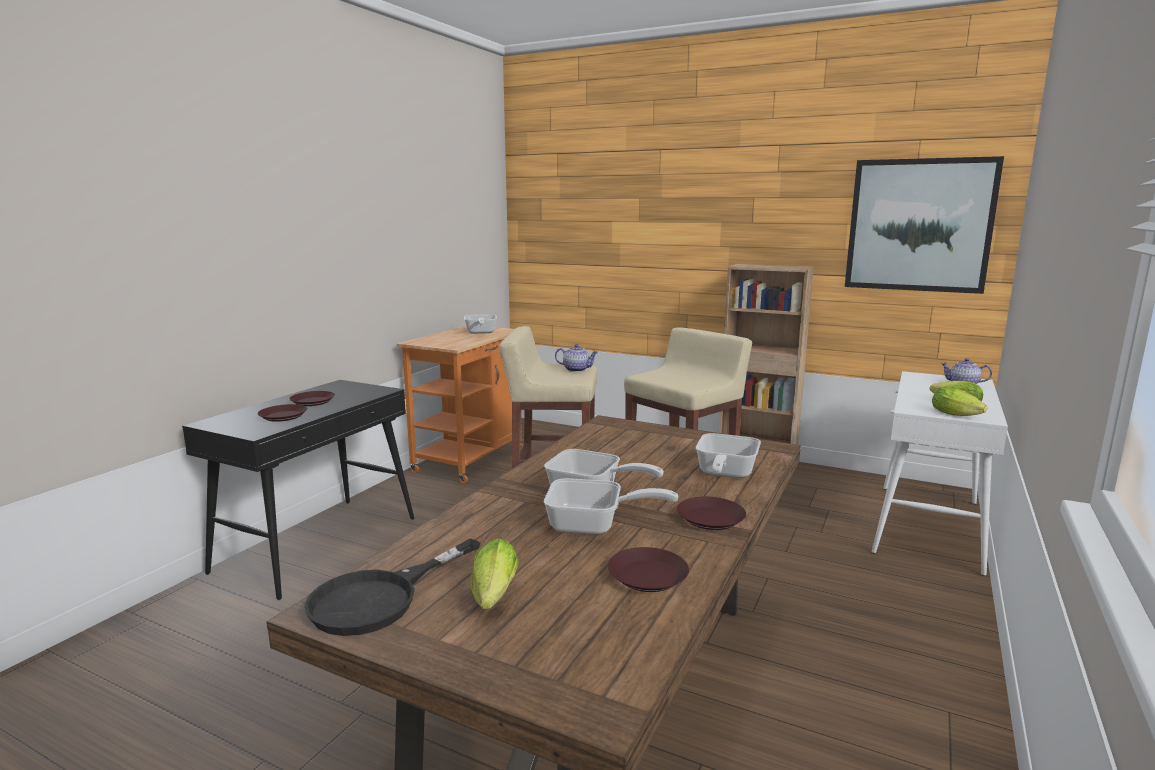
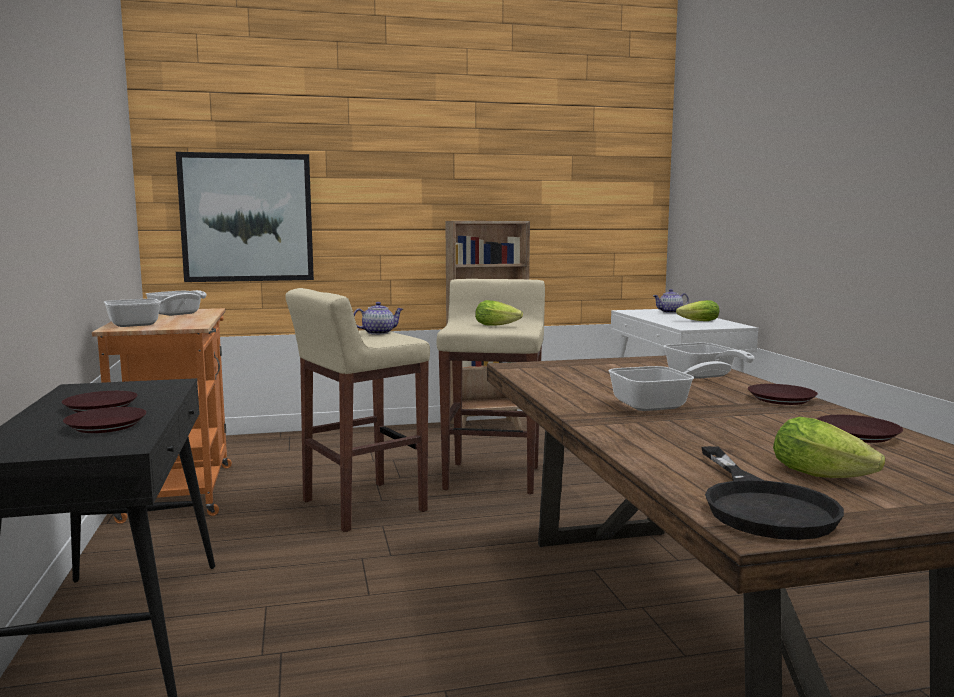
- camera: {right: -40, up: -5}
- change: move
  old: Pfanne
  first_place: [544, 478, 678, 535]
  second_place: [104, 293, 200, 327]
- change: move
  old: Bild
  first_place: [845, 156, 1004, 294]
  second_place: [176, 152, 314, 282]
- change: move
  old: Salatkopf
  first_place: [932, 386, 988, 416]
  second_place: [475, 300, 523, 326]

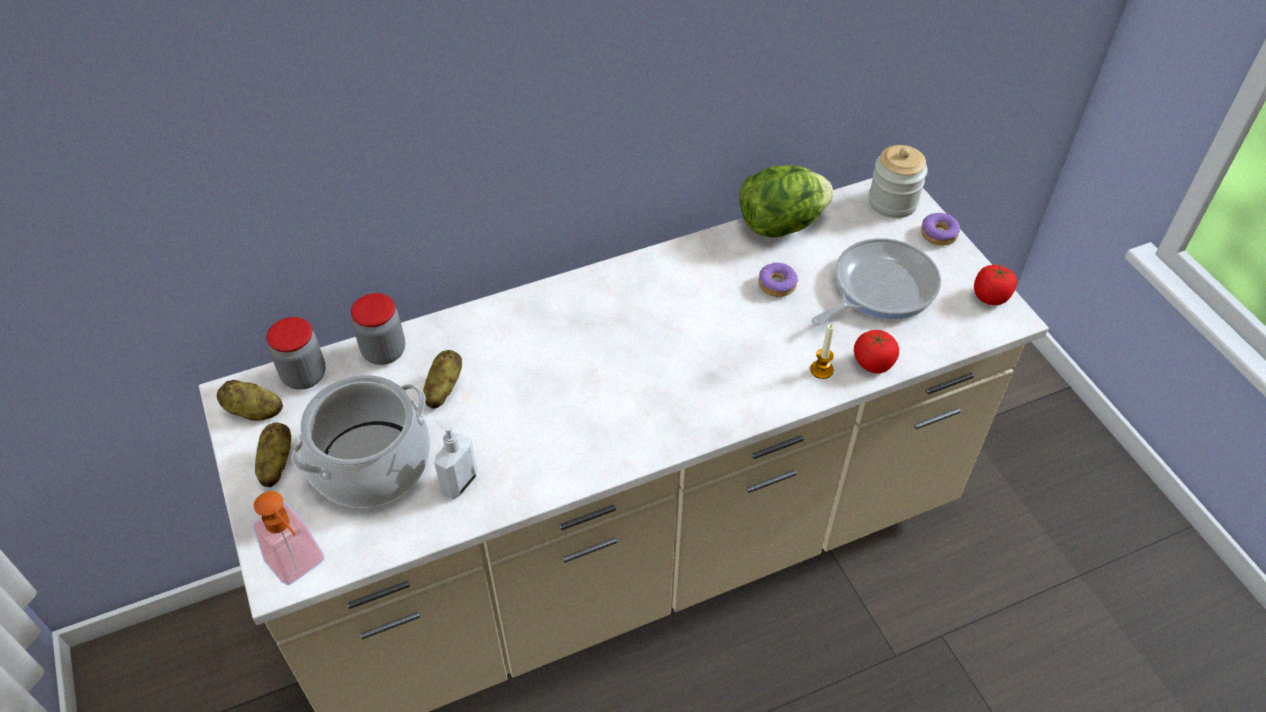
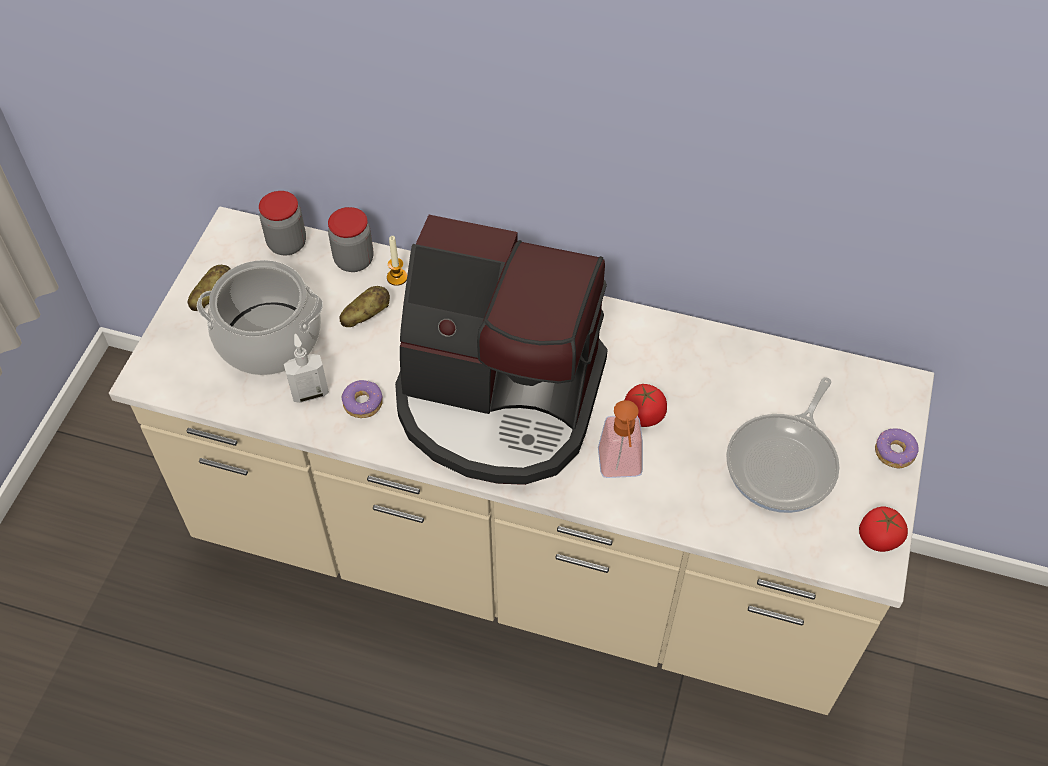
- camera: {right: 40, up: 5}
- change: delete
  old: Kartoffel
  first_place: [217, 380, 283, 421]
- change: move
  old: Seifenspender
  first_place: [253, 491, 325, 585]
  second_place: [598, 400, 643, 478]
- change: delete
  old: Salatkopf
  first_place: [740, 165, 833, 238]
- change: move
  old: Donut
  first_place: [758, 262, 798, 297]
  second_place: [342, 380, 383, 418]
- change: move
  old: Kerze
  first_place: [810, 324, 834, 379]
  second_place: [387, 236, 407, 286]
- change: rotate
  old: Pfanne
  first_place: [812, 238, 941, 325]
  second_place: [726, 377, 840, 513]
  degrees: 120
- change: move
  old: Tomate
  first_place: [854, 330, 899, 374]
  second_place: [625, 384, 667, 427]
- change: delete
  old: Vorratsglas
  first_place: [869, 145, 928, 218]
- change: insert
  new: Kaffeemaschine
  second_place: [395, 215, 608, 485]

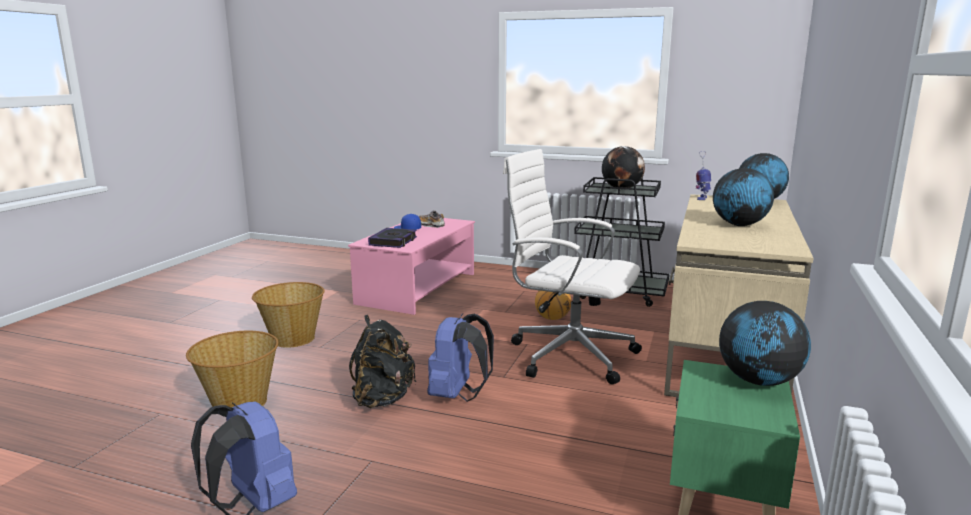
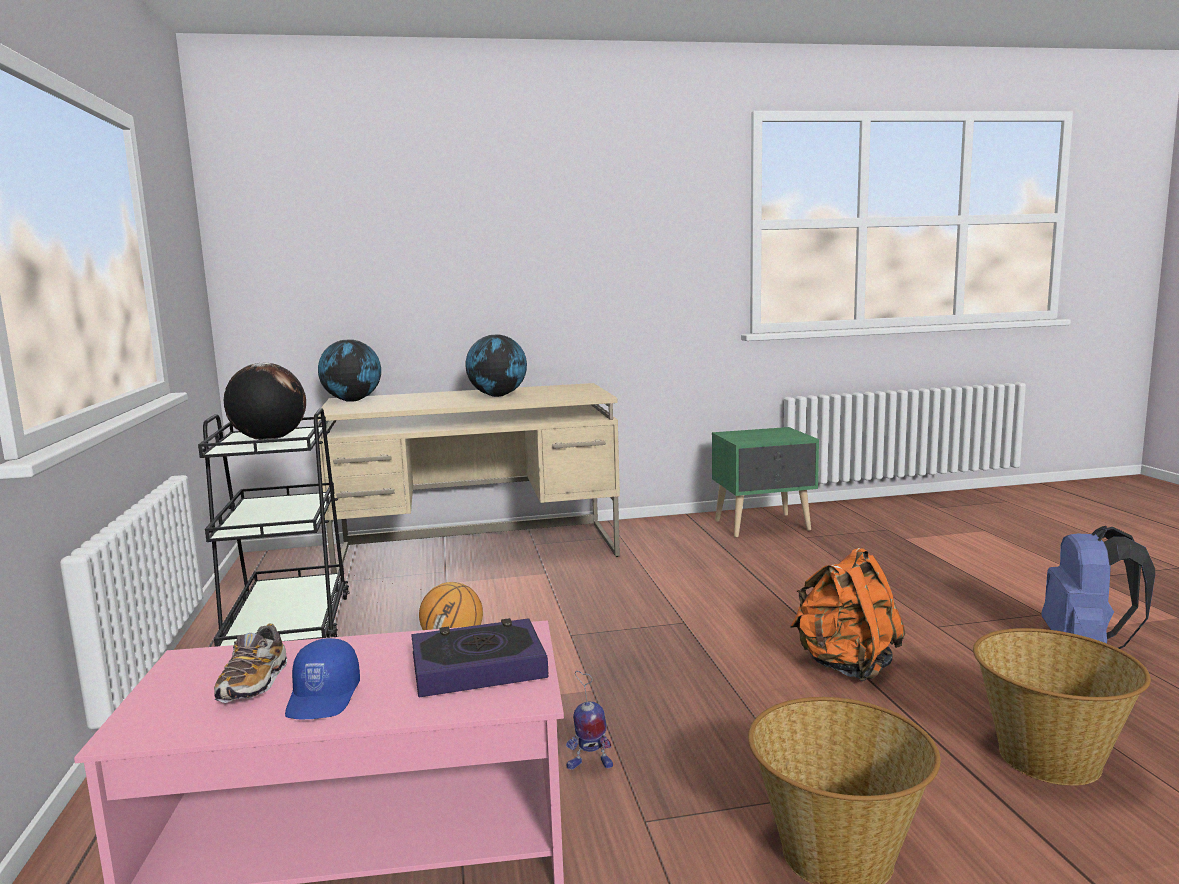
- camera: {right: -120, up: -5}
- change: recolor
  old: Rucksack (schwarz)
  new: Rucksack (orange)
  first_place: [349, 315, 416, 408]
  second_place: [790, 548, 906, 682]
- change: delete
  old: Rucksack (blau)
  first_place: [427, 314, 494, 402]
- change: delete
  old: Bürostuhl (weiß)
  first_place: [503, 149, 642, 385]
- change: move
  old: Spielzeugroboter
  first_place: [696, 151, 711, 200]
  second_place: [566, 671, 613, 770]
- change: delete
  old: Globus
  first_place: [719, 301, 811, 386]

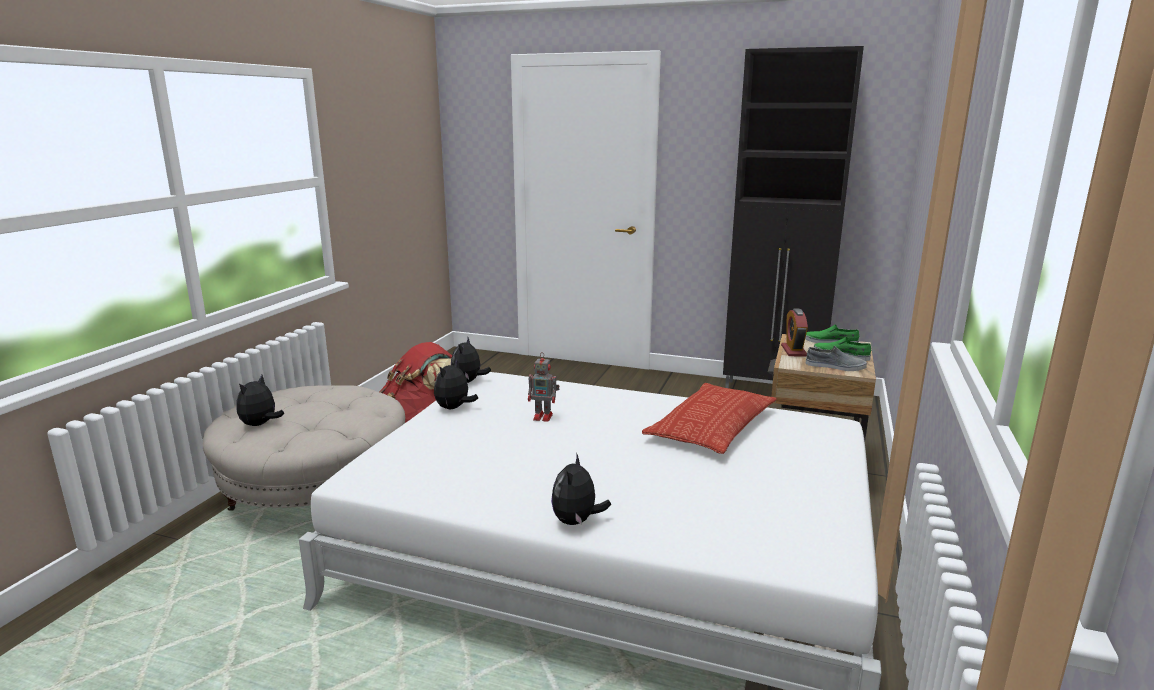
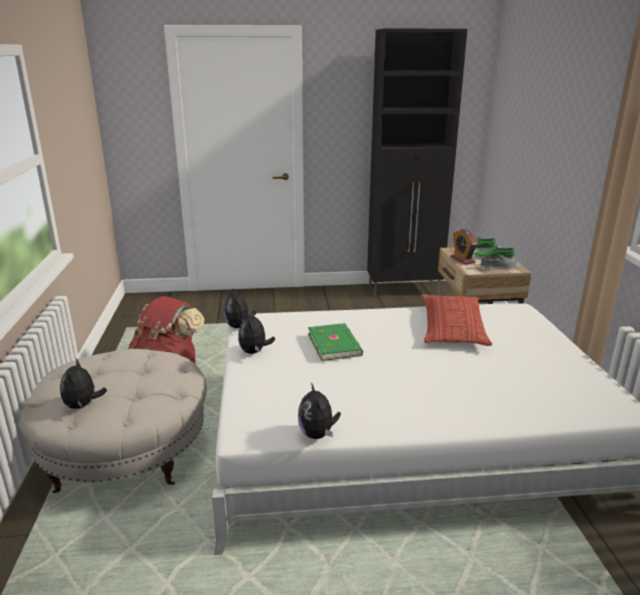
- camera: {right: -25, up: 5}
- change: replace
  old: Spielzeugroboter
  new: Buch (grün)
  first_place: [528, 352, 559, 422]
  second_place: [308, 323, 363, 361]
- change: move
  old: Plüschtier
  first_place: [551, 454, 611, 525]
  second_place: [298, 382, 341, 439]

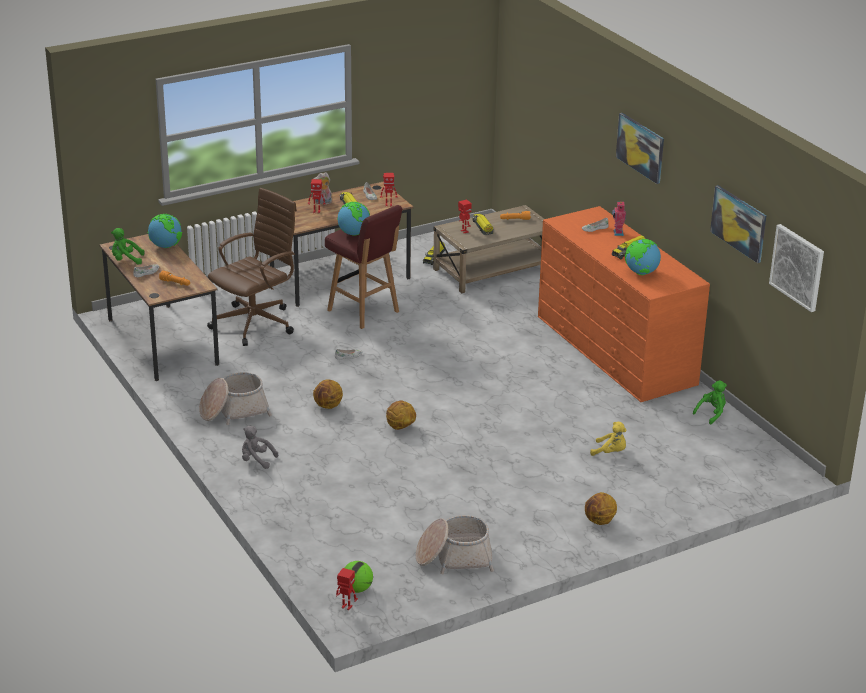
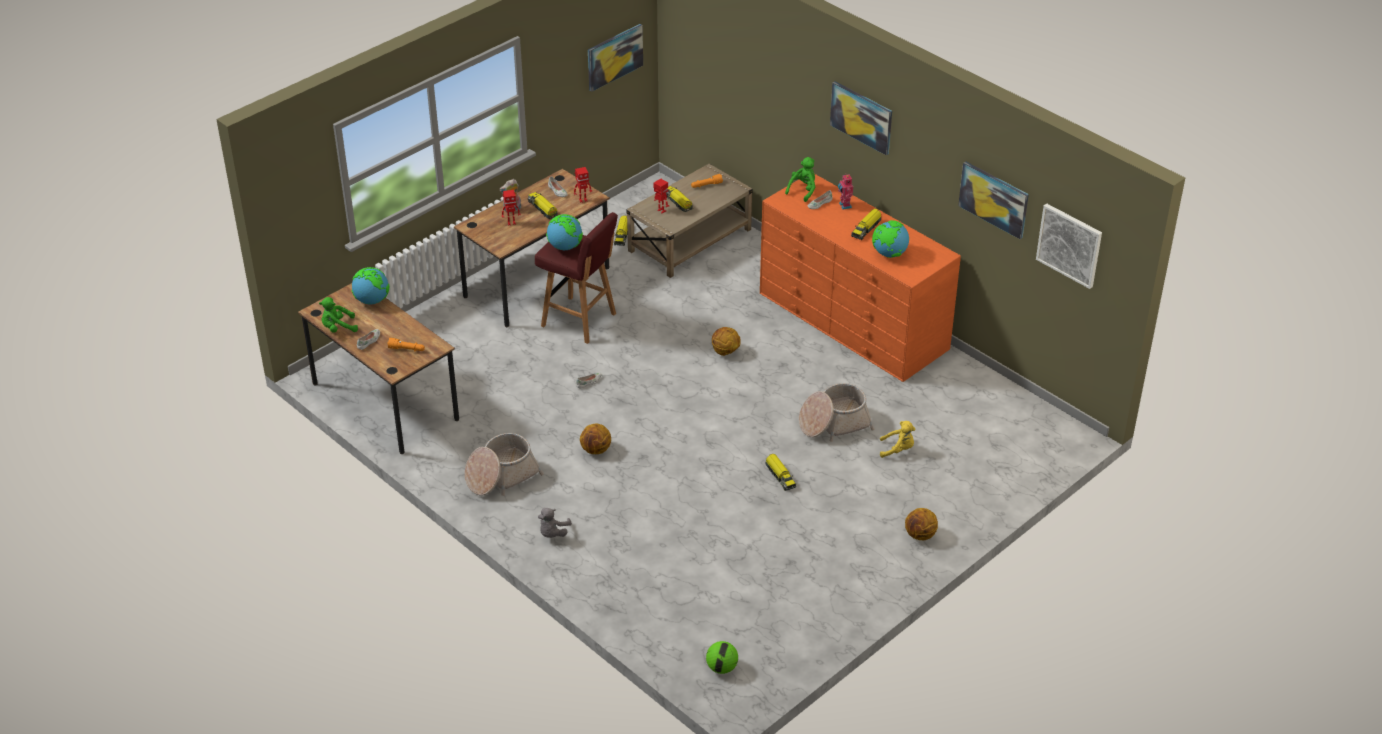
- camera: {right: -15, up: 10}
- change: delete
  old: Bürostuhl (braun)
  first_place: [207, 188, 297, 346]
- change: rotate
  old: Plüschtier (grau)
  first_place: [242, 426, 278, 469]
  second_place: [538, 508, 572, 538]
  degrees: -75
- change: delete
  old: Spielzeugroboter
  first_place: [336, 568, 358, 610]
- change: move
  old: Basketball
  first_place: [386, 401, 416, 430]
  second_place: [712, 327, 741, 356]
- change: move
  old: Korb
  first_place: [416, 515, 494, 574]
  second_place: [799, 383, 874, 442]
- change: move
  old: Plüschtier (grün)
  first_place: [693, 380, 727, 425]
  second_place: [785, 157, 815, 202]
- change: insert
  new: Bild
  second_place: [588, 24, 643, 92]
- change: insert
  new: Spielzeuglaster
  second_place: [766, 454, 796, 491]

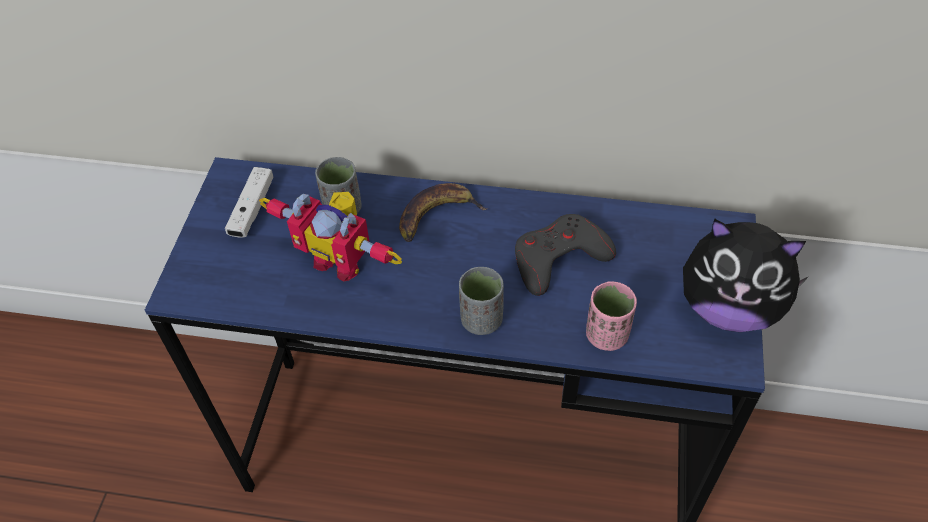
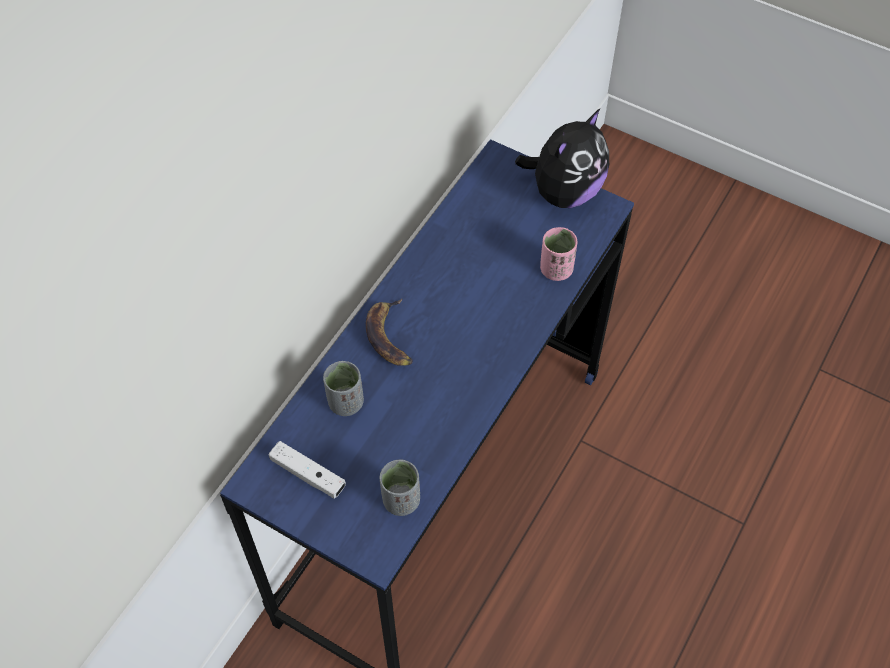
- camera: {right: -70, up: 5}
- change: delete
  old: Spielzeugroboter
  first_place: [259, 192, 402, 282]
- change: move
  old: Tasse (grau)
  first_place: [459, 267, 504, 335]
  second_place: [380, 459, 420, 516]
- change: delete
  old: Gamepad (grau)
  first_place: [515, 214, 616, 296]

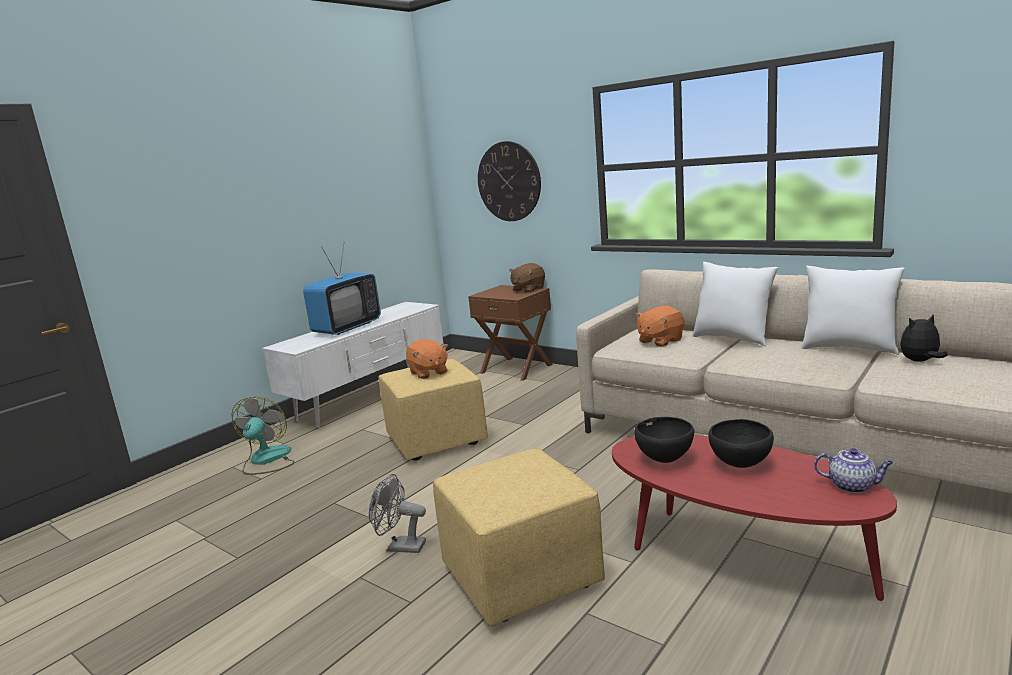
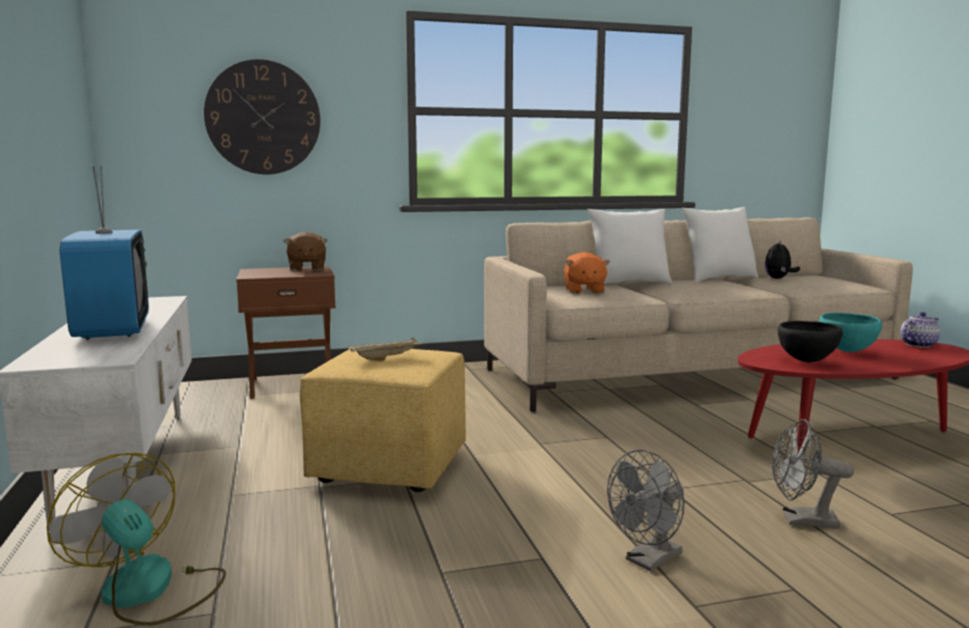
- camera: {right: -55, up: -5}
- change: replace
  old: Plüschtier (orange)
  new: Tablett (beige)
  first_place: [406, 339, 448, 379]
  second_place: [348, 337, 425, 361]
- change: replace
  old: Polsterhocker (gelb)
  new: Ventilator (grau)
  first_place: [433, 448, 605, 626]
  second_place: [772, 419, 854, 529]
- change: recolor
  old: Schüssel (schwarz)
  new: Schüssel (türkis)
  first_place: [708, 419, 774, 468]
  second_place: [819, 313, 882, 352]

